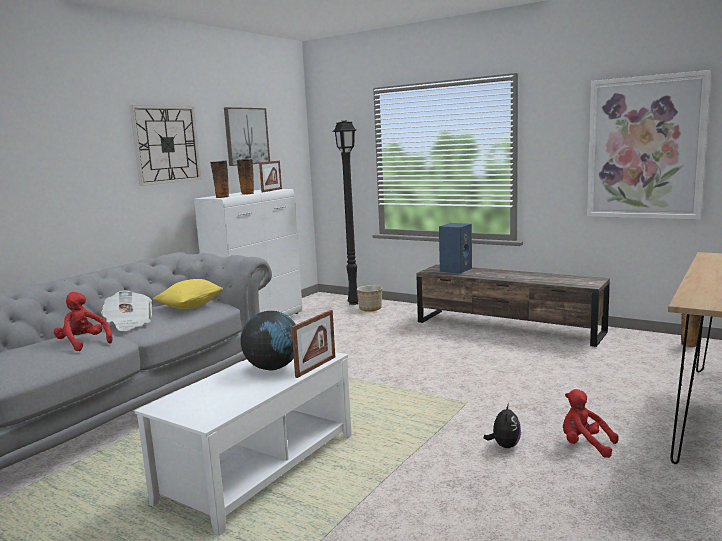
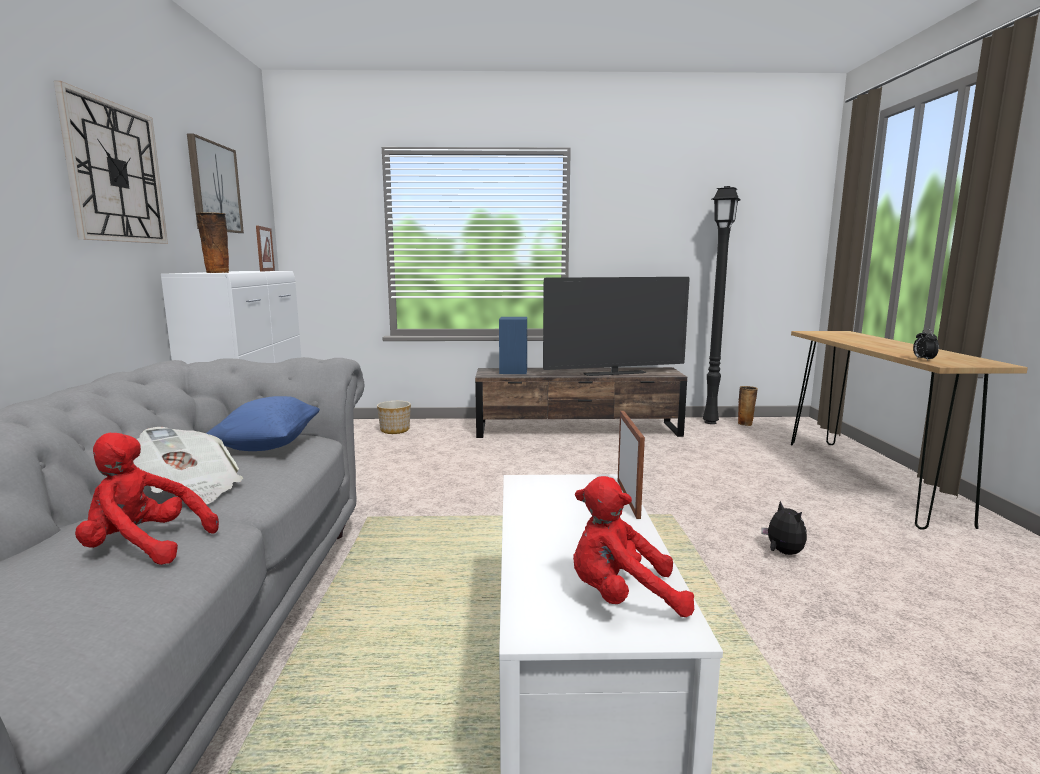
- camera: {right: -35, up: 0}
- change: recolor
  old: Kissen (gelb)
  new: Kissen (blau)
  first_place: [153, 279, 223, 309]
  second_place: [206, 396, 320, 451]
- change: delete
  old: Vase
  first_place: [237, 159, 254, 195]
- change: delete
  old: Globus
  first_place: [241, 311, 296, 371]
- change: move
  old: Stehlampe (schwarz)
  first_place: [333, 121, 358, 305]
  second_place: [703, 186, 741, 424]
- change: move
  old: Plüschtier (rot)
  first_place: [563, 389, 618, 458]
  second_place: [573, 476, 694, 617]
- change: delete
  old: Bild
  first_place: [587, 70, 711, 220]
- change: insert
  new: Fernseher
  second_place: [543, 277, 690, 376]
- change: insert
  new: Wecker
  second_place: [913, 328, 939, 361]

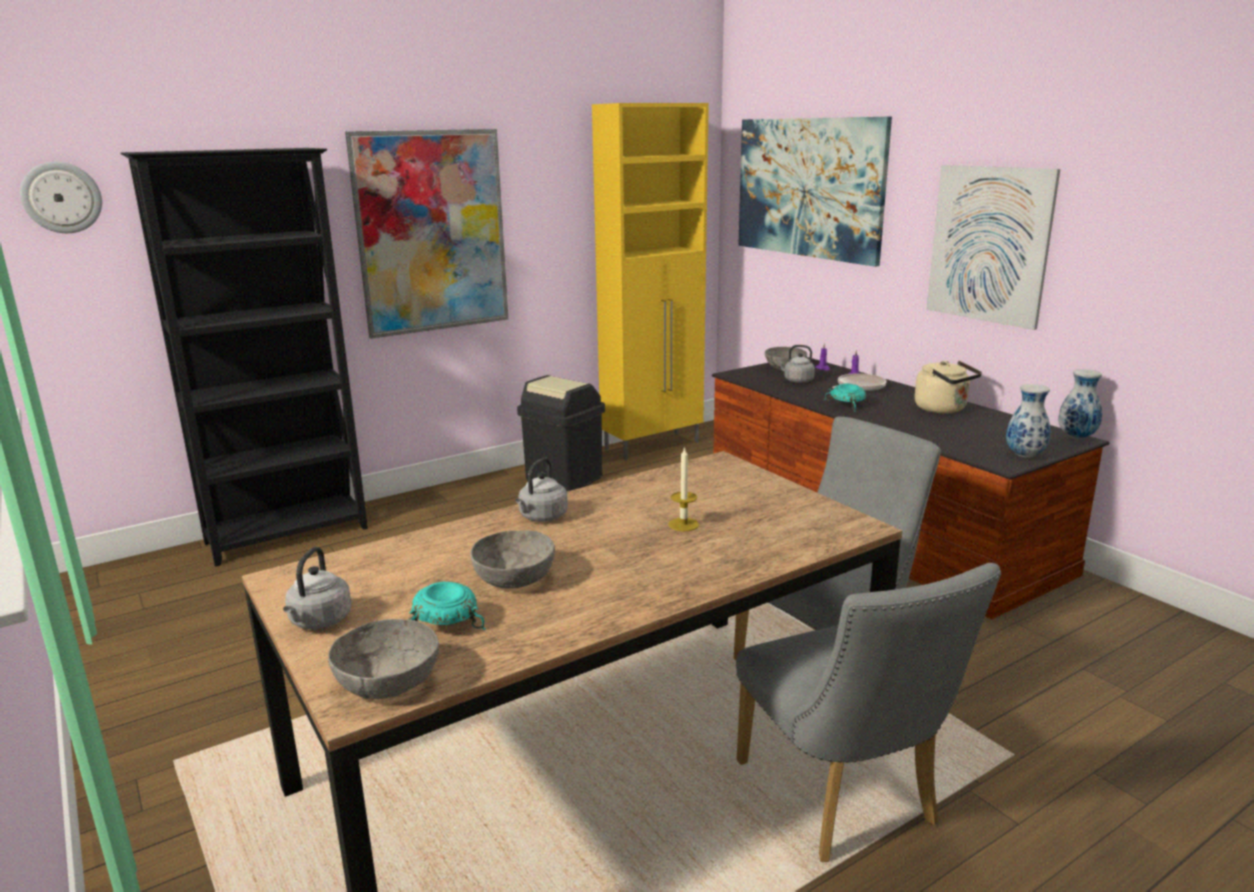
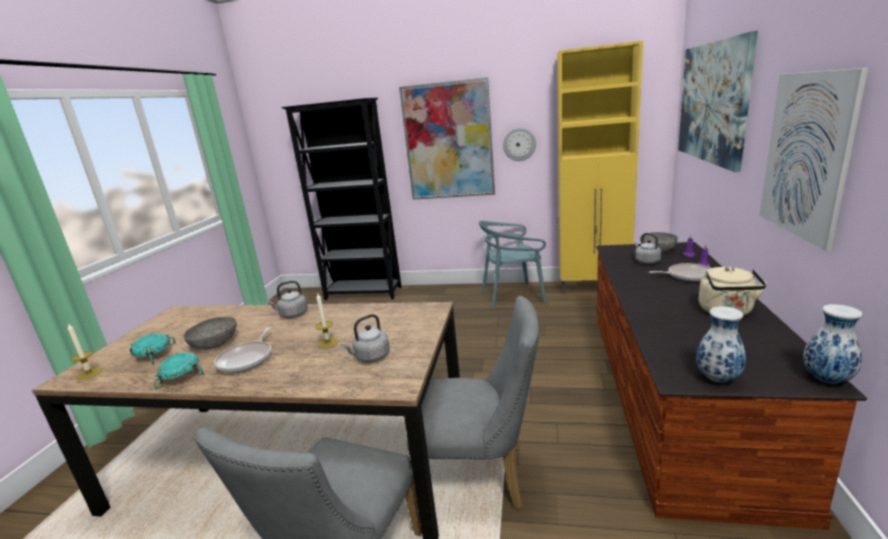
- camera: {right: 45, up: 0}
- change: move
  old: Wanduhr
  first_place: [20, 162, 102, 233]
  second_place: [503, 128, 536, 161]
- change: move
  old: Wasserkessel (grau)
  first_place: [283, 547, 351, 629]
  second_place: [341, 314, 390, 362]
- change: replace
  old: Schüssel (grau)
  new: Kerze
  first_place: [328, 619, 439, 699]
  second_place: [68, 323, 102, 380]
- change: replace
  old: Mülleimer (schwarz)
  new: Stuhl (türkis)
  first_place: [517, 375, 605, 491]
  second_place: [479, 221, 547, 309]
- change: move
  old: Schüssel (türkis)
  first_place: [824, 384, 866, 412]
  second_place: [154, 352, 205, 390]
- change: insert
  new: Pfanne
  second_place: [214, 327, 272, 373]

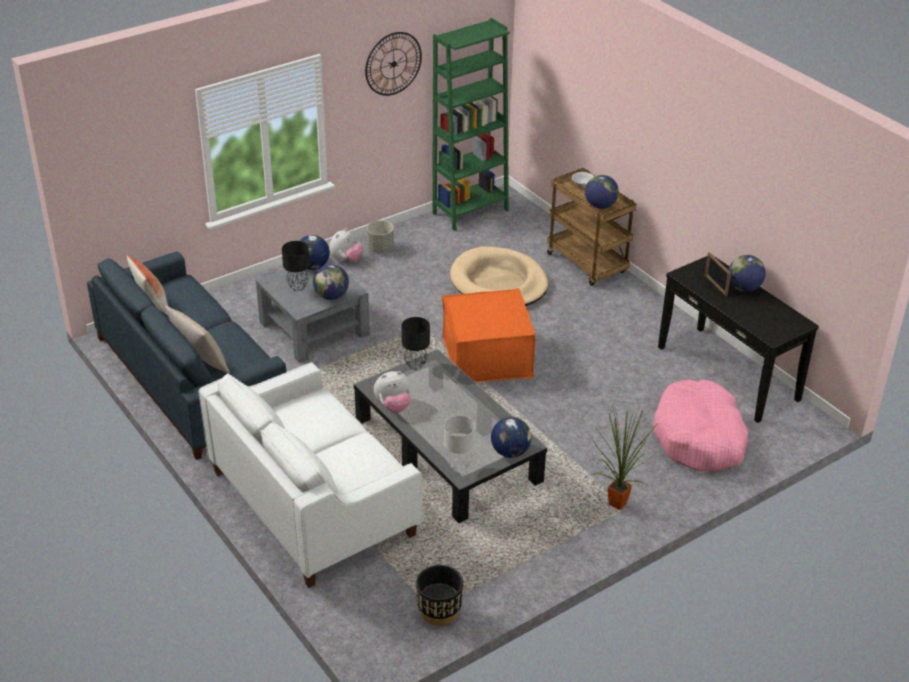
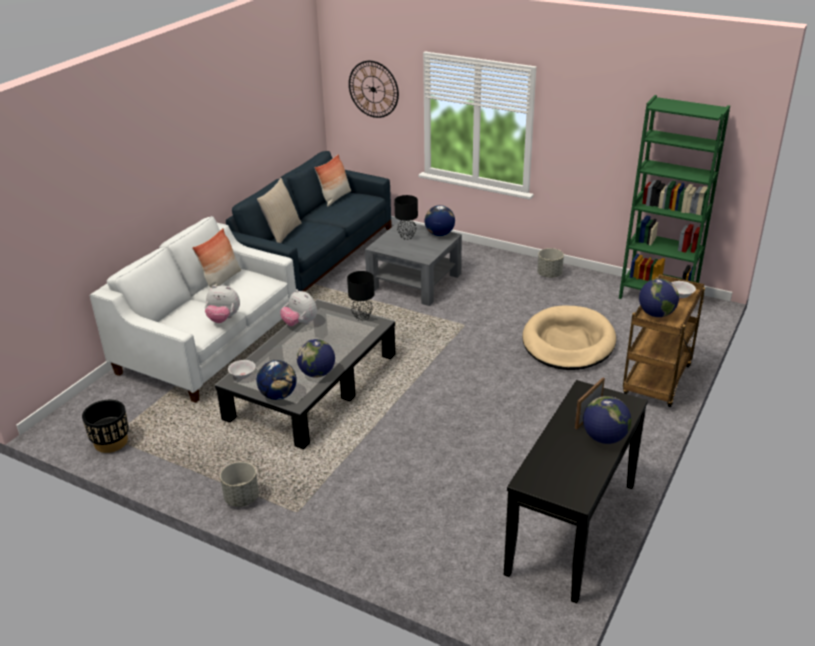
- camera: {right: 65, up: -5}
- change: move
  old: Globus
  first_place: [313, 264, 349, 300]
  second_place: [297, 339, 335, 378]
- change: move
  old: Plüschtier
  first_place: [329, 228, 363, 262]
  second_place: [205, 285, 240, 323]
- change: move
  old: Wanduhr
  first_place: [365, 32, 422, 96]
  second_place: [349, 61, 399, 118]
- change: delete
  old: Polsterhocker (orange)
  first_place: [442, 288, 536, 382]
- change: replace
  old: Tischlampe (grau)
  new: Schüssel (weiß)
  first_place: [444, 416, 475, 472]
  second_place: [228, 360, 256, 379]
- change: delete
  old: Topfpflanze
  first_place: [592, 403, 657, 510]
- change: delete
  old: Hundebett (rosa)
  first_place: [653, 379, 748, 472]
- change: insert
  new: Kissen
  second_place: [192, 228, 241, 288]
- change: insert
  new: Pflanzkübel (grau)
  second_place: [220, 462, 259, 507]

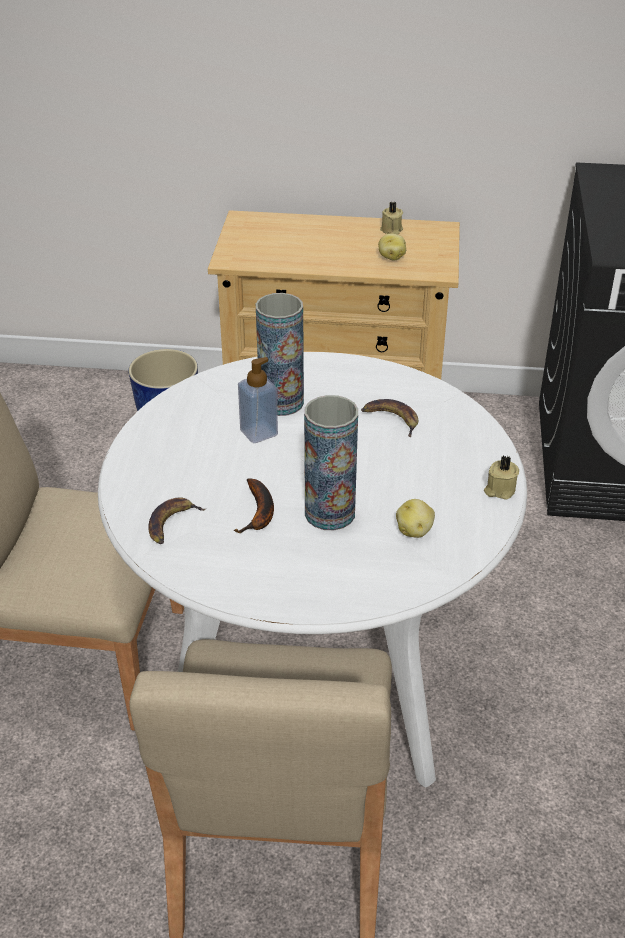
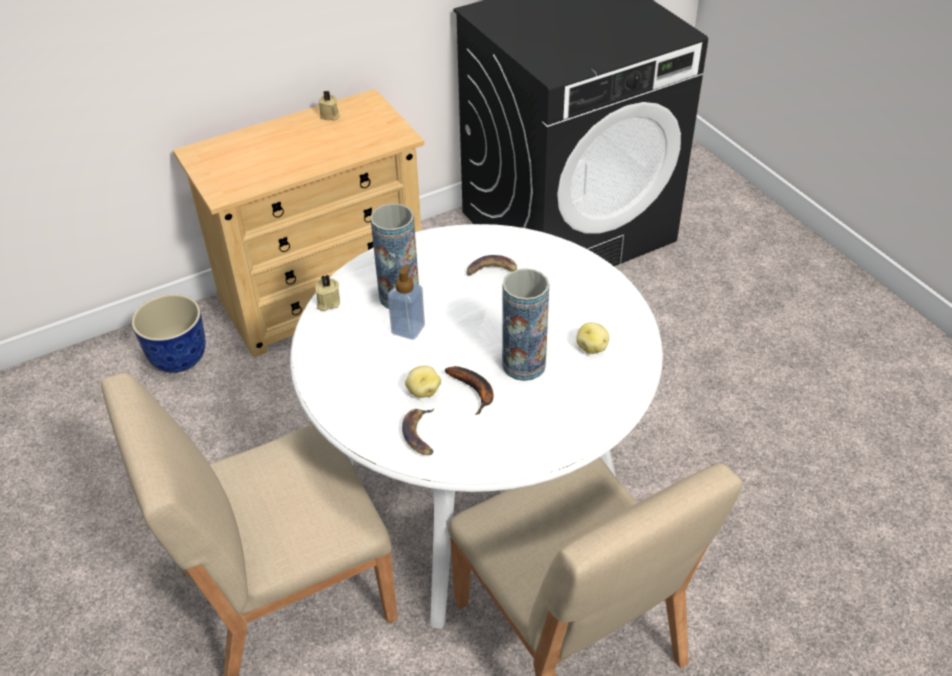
- camera: {right: -35, up: 5}
- change: move
  old: Kartoffel
  first_place: [378, 234, 406, 261]
  second_place: [405, 365, 441, 398]
- change: move
  old: Kerze (beige)
  first_place: [484, 456, 519, 500]
  second_place: [315, 275, 340, 311]

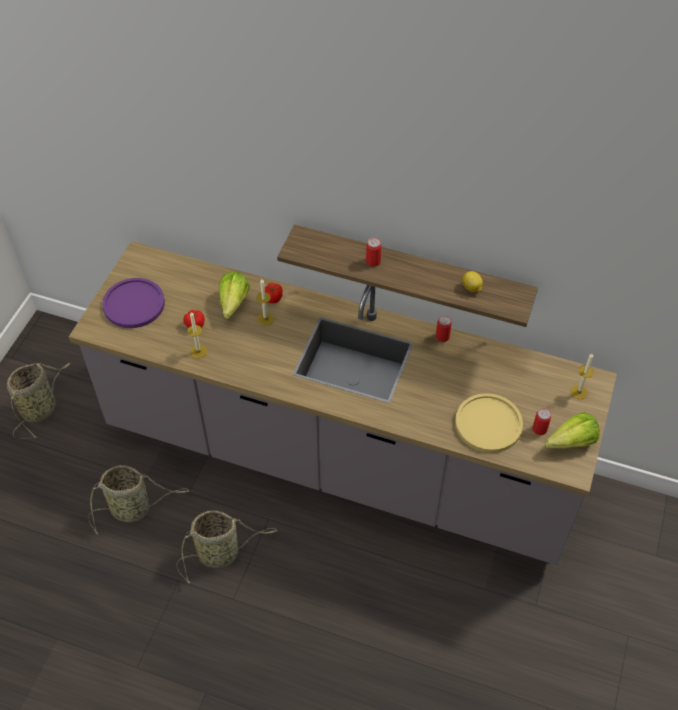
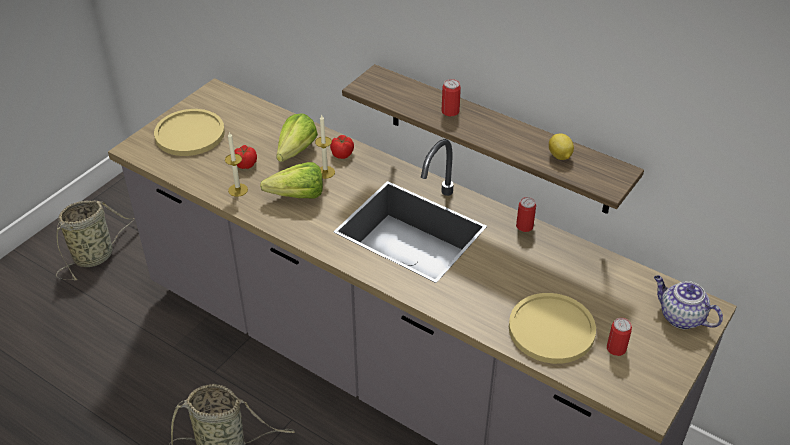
- camera: {right: 15, up: -10}
- change: delete
  old: Korb
  first_place: [88, 465, 190, 534]
- change: recolor
  old: Teller (lila)
  new: Teller (gelb)
  first_place: [102, 278, 165, 328]
  second_place: [154, 109, 225, 156]
- change: move
  old: Salatkopf
  first_place: [545, 412, 600, 449]
  second_place: [260, 162, 323, 199]
- change: replace
  old: Kerze
  new: Teekanne
  first_place: [570, 354, 594, 399]
  second_place: [654, 275, 723, 329]

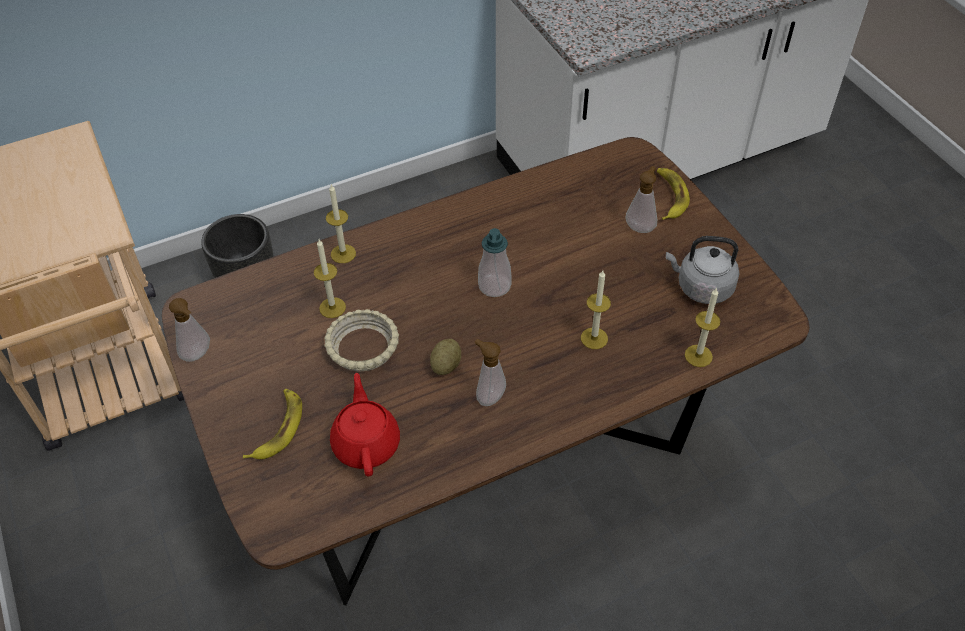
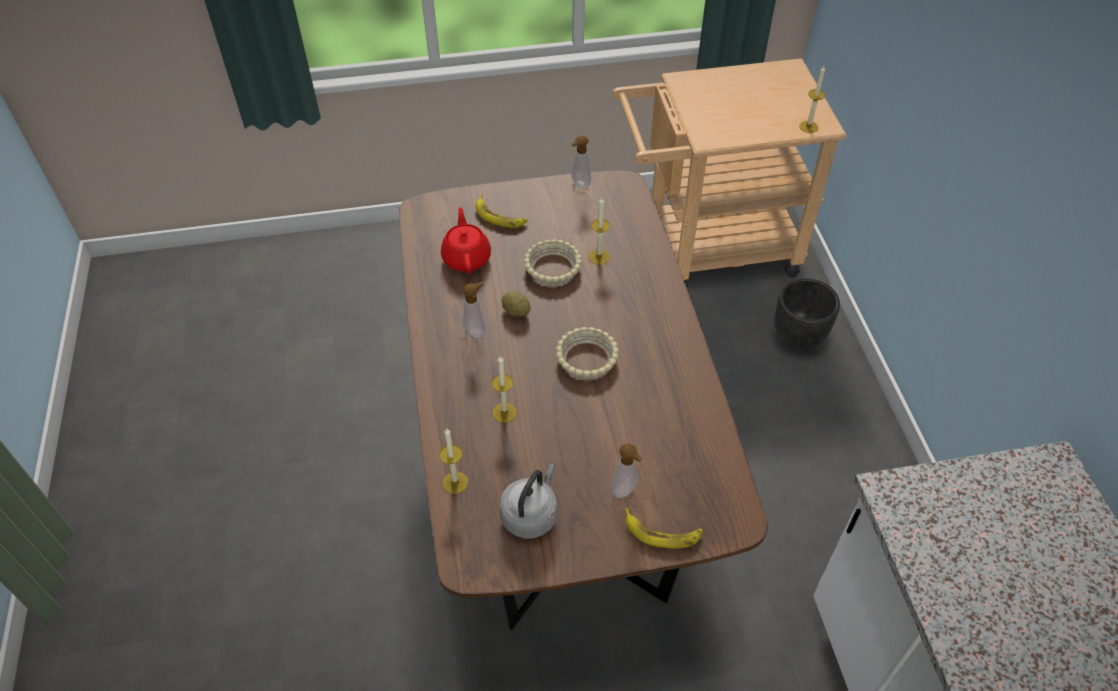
- camera: {right: 105, up: 0}
- change: move
  old: Kerze
  first_place: [326, 185, 356, 263]
  second_place: [799, 66, 825, 133]
- change: rotate
  old: Teekanne (rot)
  first_place: [330, 373, 400, 476]
  second_place: [441, 207, 491, 273]
  degrees: -105
- change: replace
  old: Seifenspender
  new: Schüssel (beige)
  first_place: [478, 228, 512, 297]
  second_place: [556, 327, 619, 379]

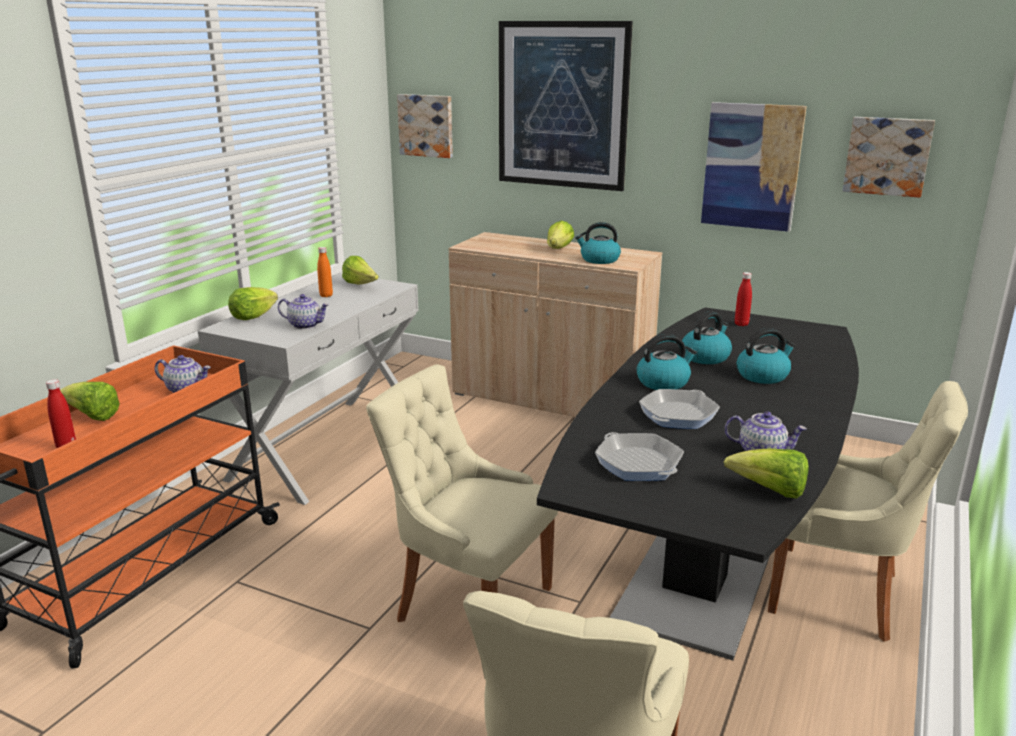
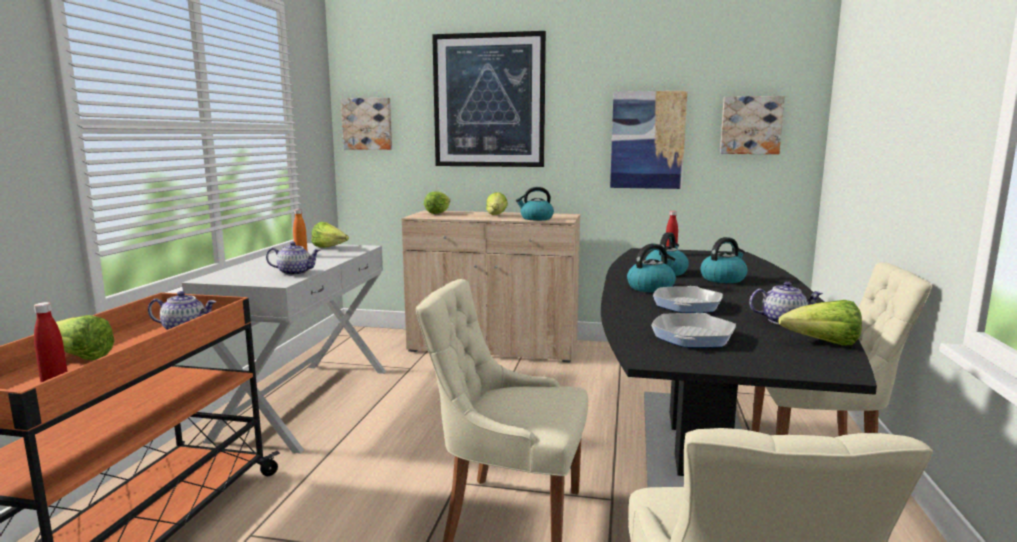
- camera: {right: -15, up: -10}
- change: move
  old: Salatkopf
  first_place: [228, 287, 278, 320]
  second_place: [424, 191, 450, 214]
- change: rotate
  old: Pfanne
  first_place: [595, 432, 684, 481]
  second_place: [651, 313, 736, 348]
  degrees: -105

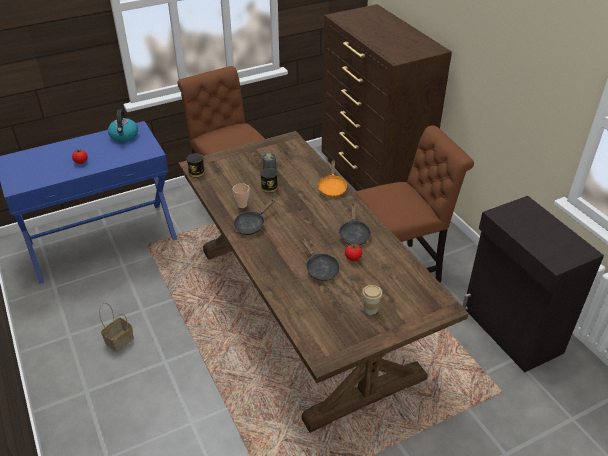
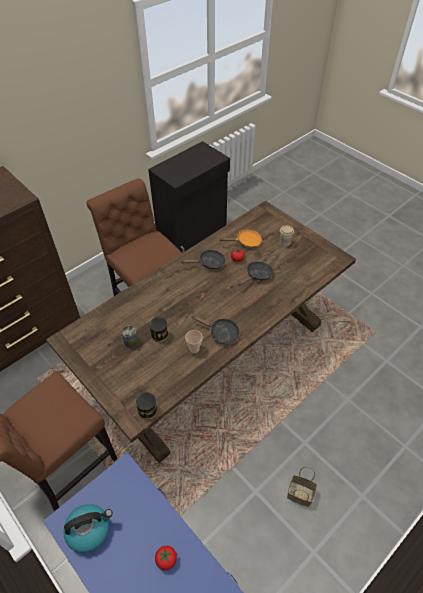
- camera: {right: -105, up: 10}
- change: move
  old: Pfanne (orange)
  first_place: [318, 161, 347, 197]
  second_place: [220, 229, 262, 248]

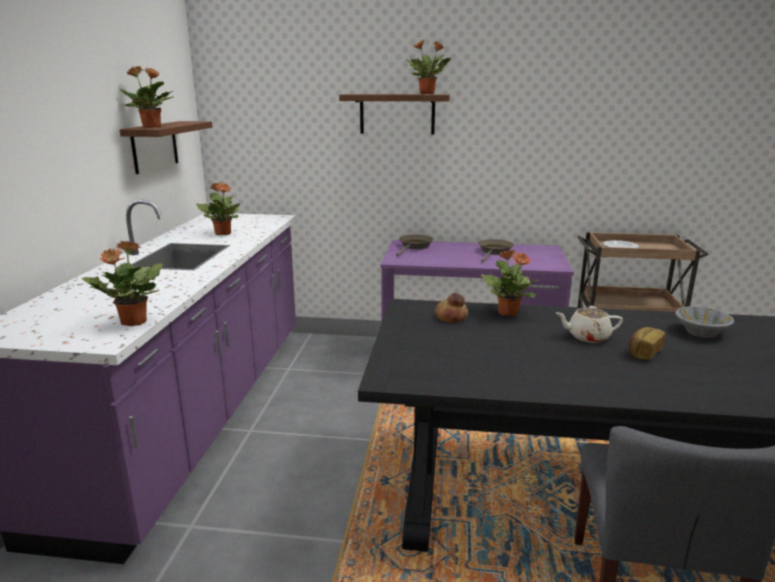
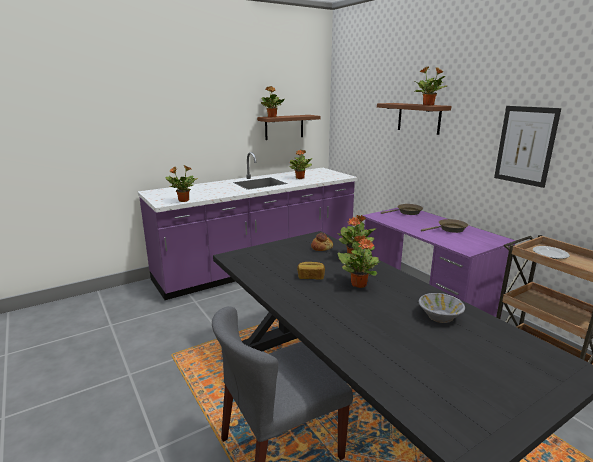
- camera: {right: 50, up: 0}
- change: replace
  old: Teekanne (beige)
  new: Topfpflanze
  first_place: [556, 306, 623, 343]
  second_place: [338, 235, 379, 288]
- change: move
  old: Brot
  first_place: [628, 327, 665, 360]
  second_place: [297, 262, 325, 280]
- change: insert
  new: Bild
  second_place: [494, 106, 562, 188]

